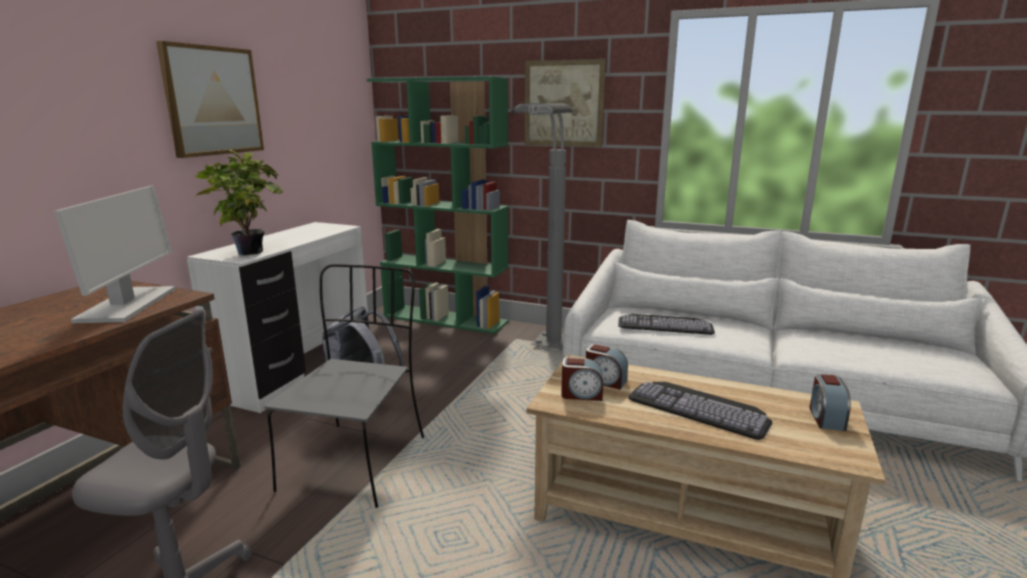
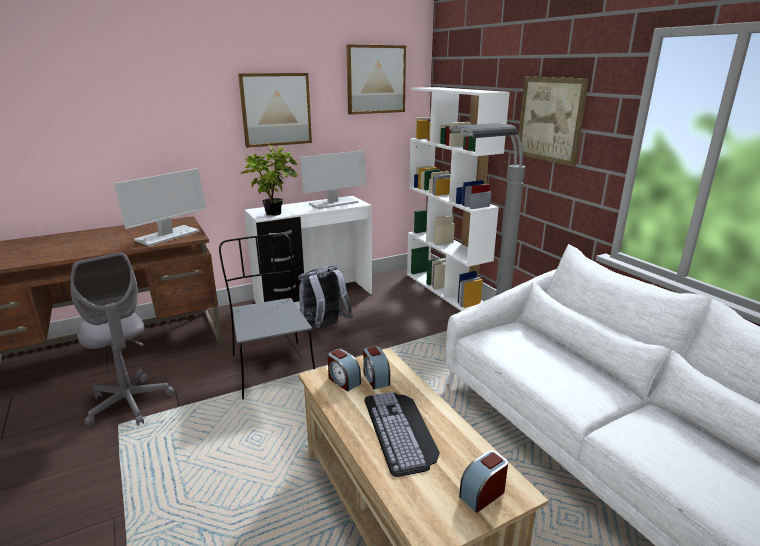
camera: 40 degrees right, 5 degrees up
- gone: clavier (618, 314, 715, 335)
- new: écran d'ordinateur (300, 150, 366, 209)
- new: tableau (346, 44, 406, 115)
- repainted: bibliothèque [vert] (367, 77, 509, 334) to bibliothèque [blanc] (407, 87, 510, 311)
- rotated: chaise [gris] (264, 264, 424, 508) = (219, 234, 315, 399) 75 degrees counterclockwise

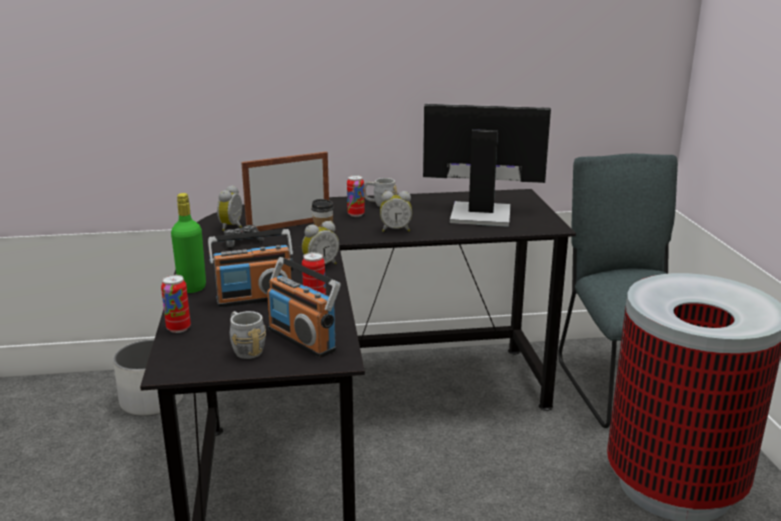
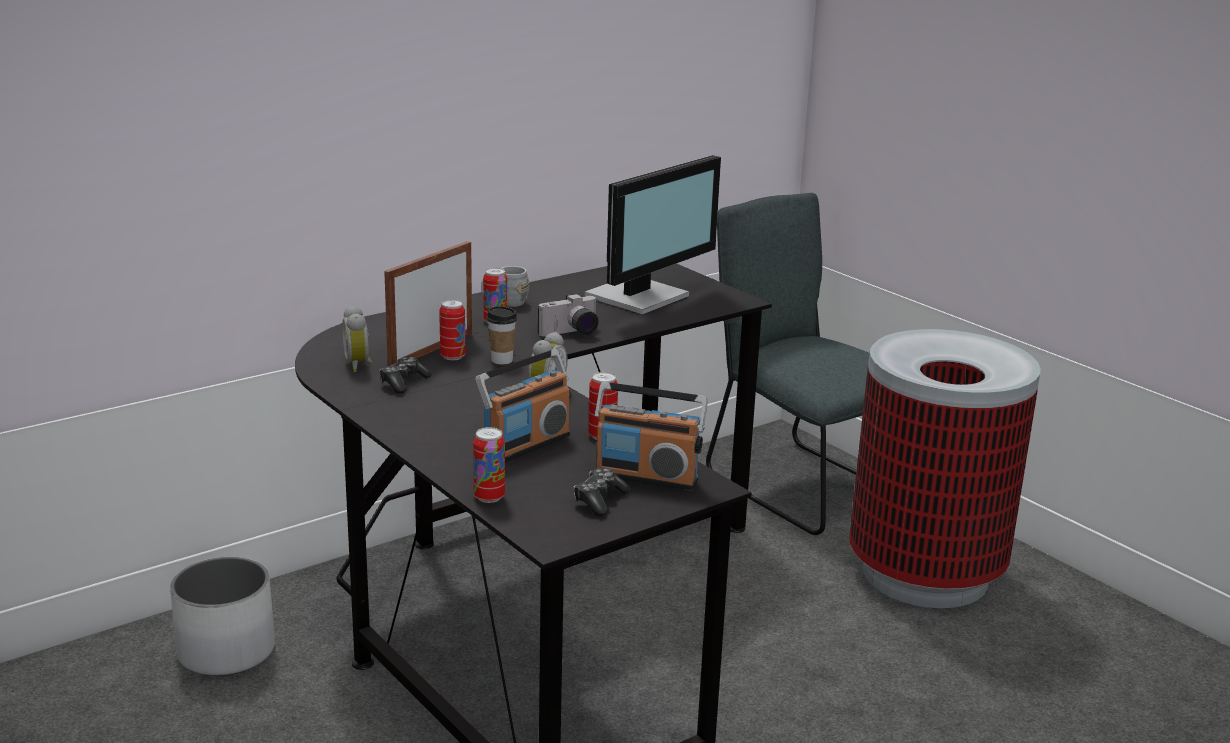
camera: 30 degrees left, 0 degrees up
- gone: bouteille [vert] (171, 193, 206, 293)
- new: boîte métallique (439, 299, 465, 360)
- swapped: mug [gris] (230, 311, 266, 359) to manette (573, 468, 630, 516)
- swapped: réveil (380, 191, 412, 232) to appareil photo (538, 294, 598, 336)
- rotated: écran d'ordinateur (423, 104, 551, 227) = (585, 155, 721, 315) 150 degrees clockwise

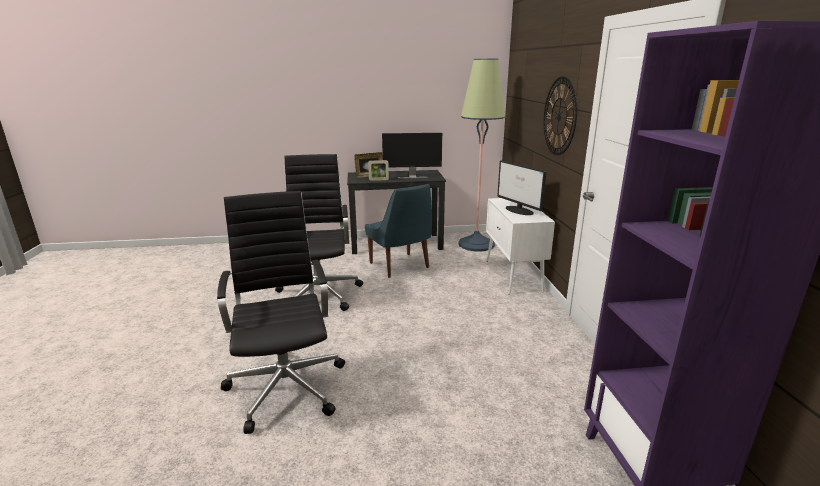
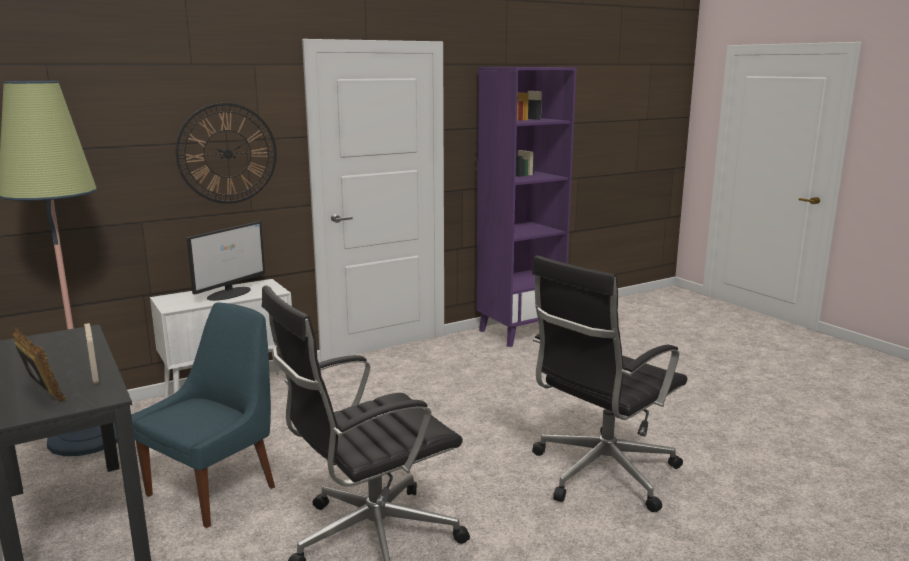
camera: 115 degrees left, 5 degrees down
- gone: écran d'ordinateur (382, 133, 442, 179)

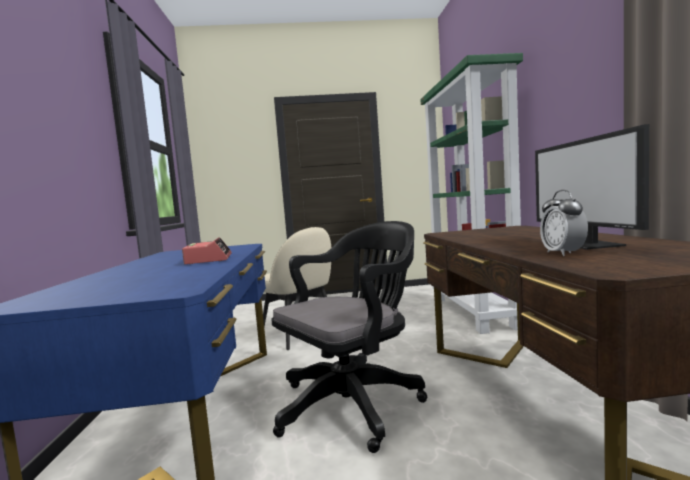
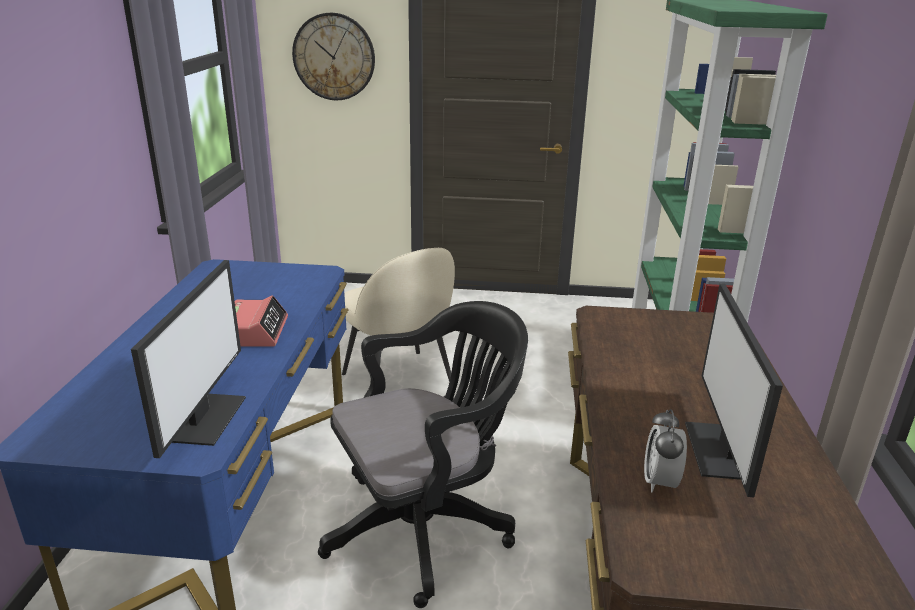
camera: 10 degrees right, 20 degrees up
- new: écran d'ordinateur (131, 260, 246, 458)
- new: horloge murale (292, 13, 375, 100)

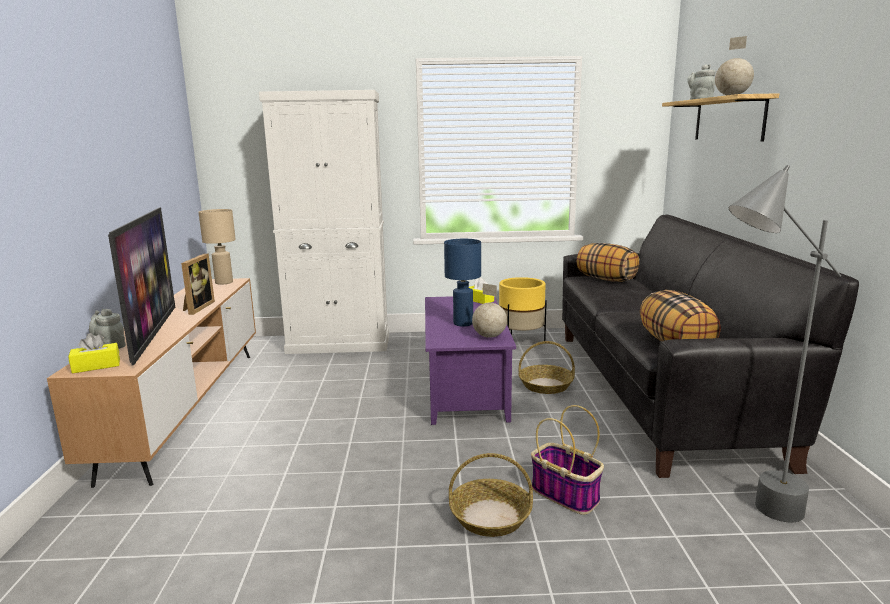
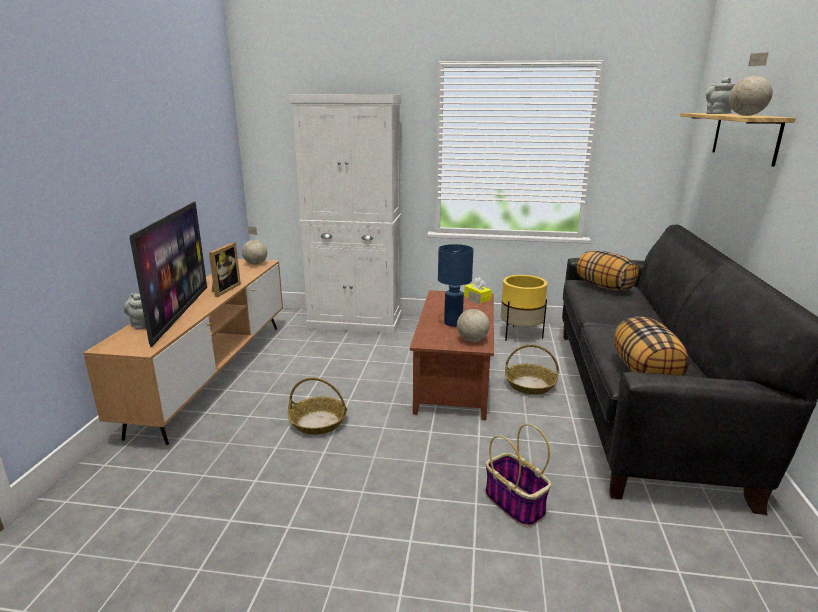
camera: 10 degrees right, 5 degrees up
- gone: boîte à mouchoirs [jaune] (68, 333, 120, 374)
- gone: lampadaire [gris] (729, 165, 841, 523)
- shifted: panier (449, 453, 533, 537) to (288, 378, 347, 435)
- swapped: lampe de table [beige] (198, 209, 236, 285) to globe (242, 226, 267, 265)
- repainted: table basse [violet] (425, 296, 516, 425) to table basse [marron] (410, 290, 494, 420)

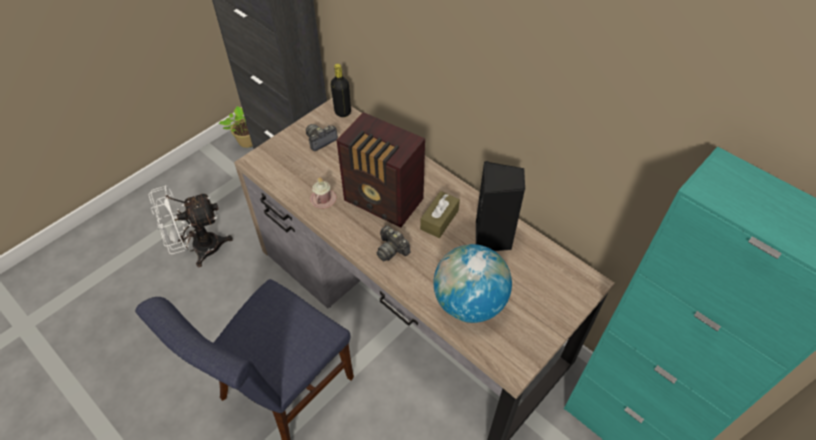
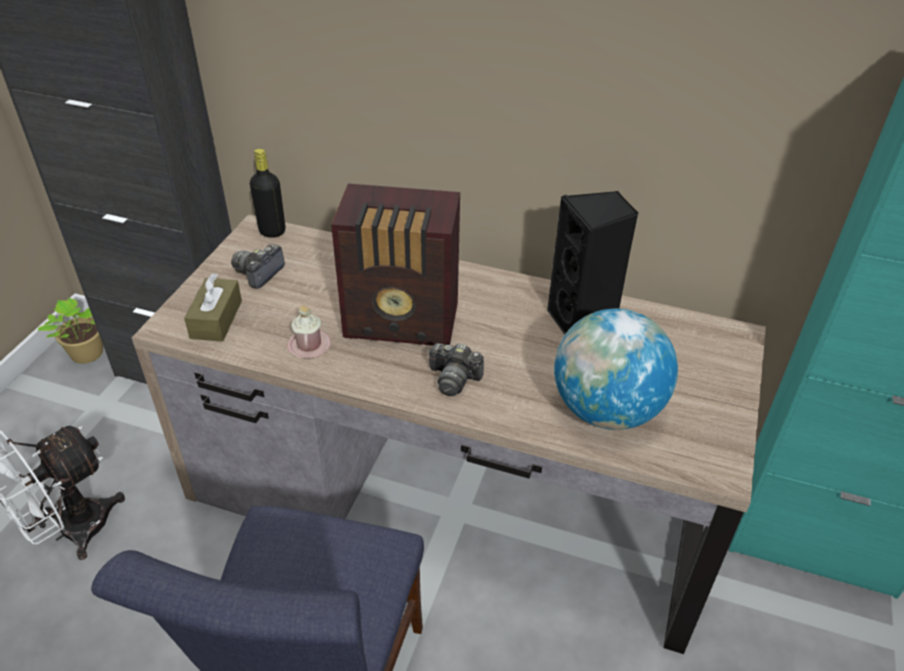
camera: 25 degrees left, 10 degrees down
- shifted: boîte à mouchoirs [marron] (420, 191, 460, 238) to (184, 273, 242, 342)

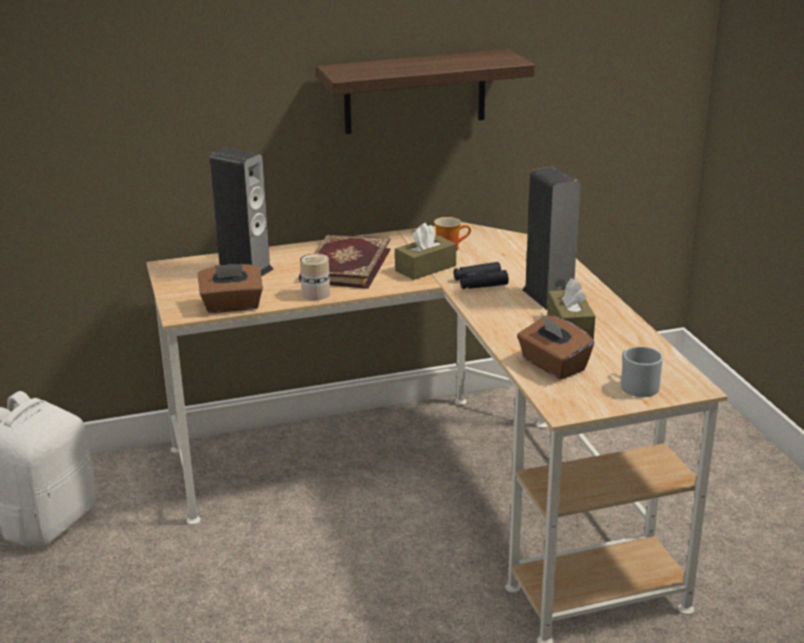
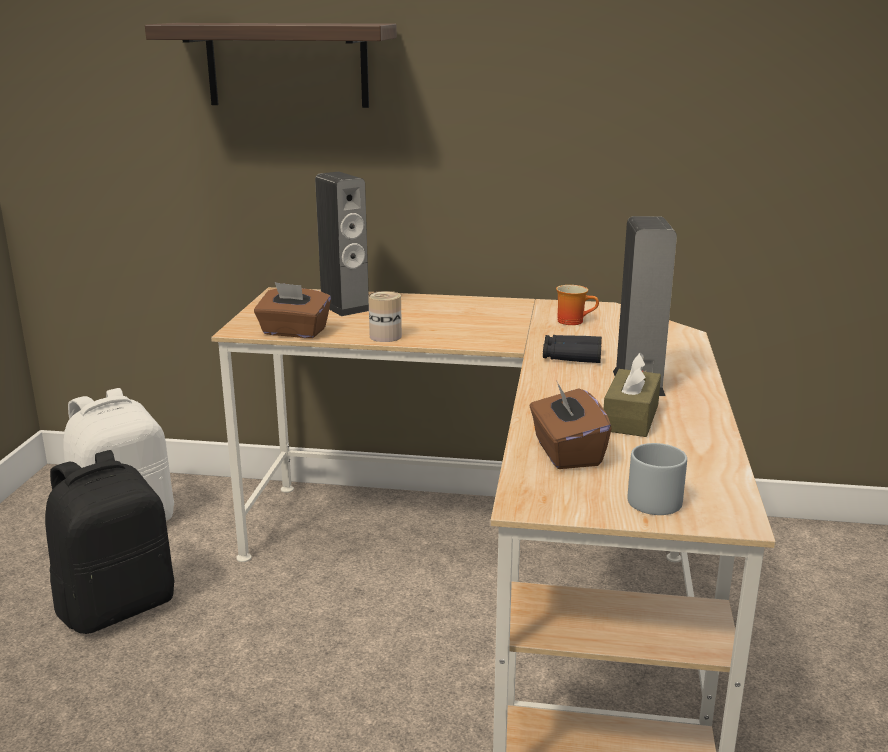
camera: 25 degrees right, 5 degrees down
- gone: livre (299, 234, 391, 289)
- gone: boîte à mouchoirs [marron] (395, 223, 456, 280)
- new: sac à dos [noir] (45, 450, 175, 634)
- shifted: étagère (316, 49, 535, 134) to (145, 23, 397, 108)

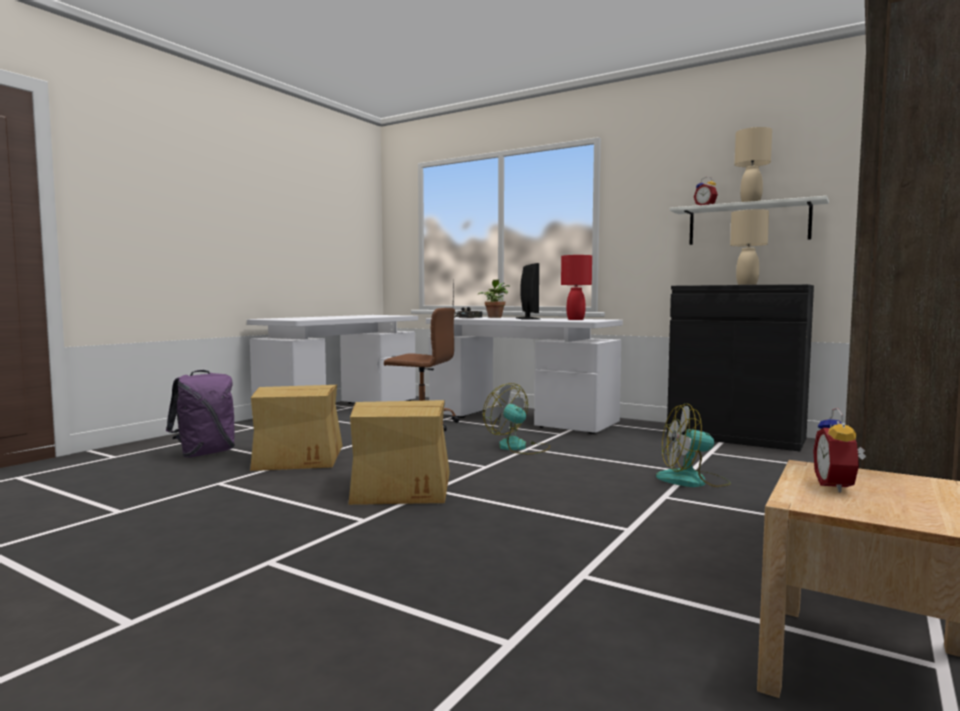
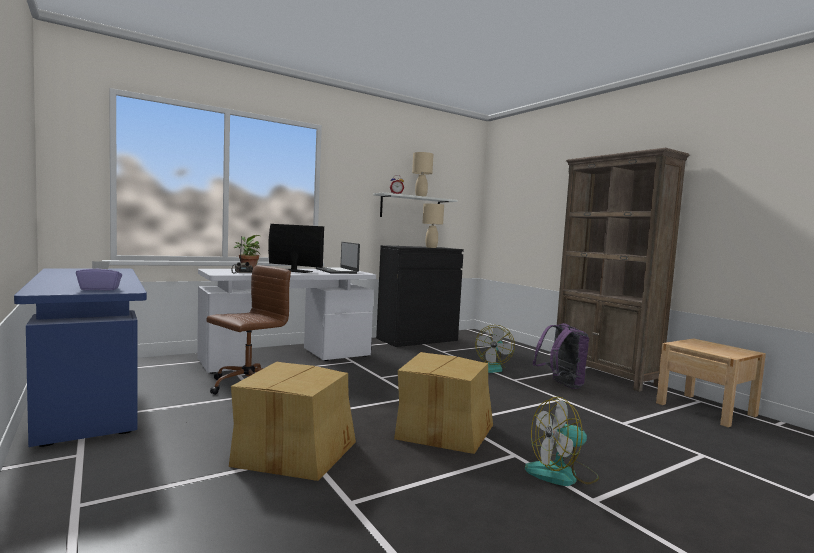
camera: 65 degrees left, 0 degrees up
- gone: réveil (813, 408, 866, 492)
- new: boîte à mouchoirs [violet] (76, 261, 122, 291)
- shifted: sac à dos [violet] (166, 370, 235, 458) to (533, 323, 589, 389)
- shifted: ventilateur (483, 383, 550, 454) to (525, 397, 599, 486)
- swapped: lampe de table [rouge] (561, 255, 592, 320) to ordinateur portable (316, 242, 360, 274)
- repainted: bureau [blanc] (247, 315, 418, 418) to bureau [bleu] (14, 268, 147, 447)

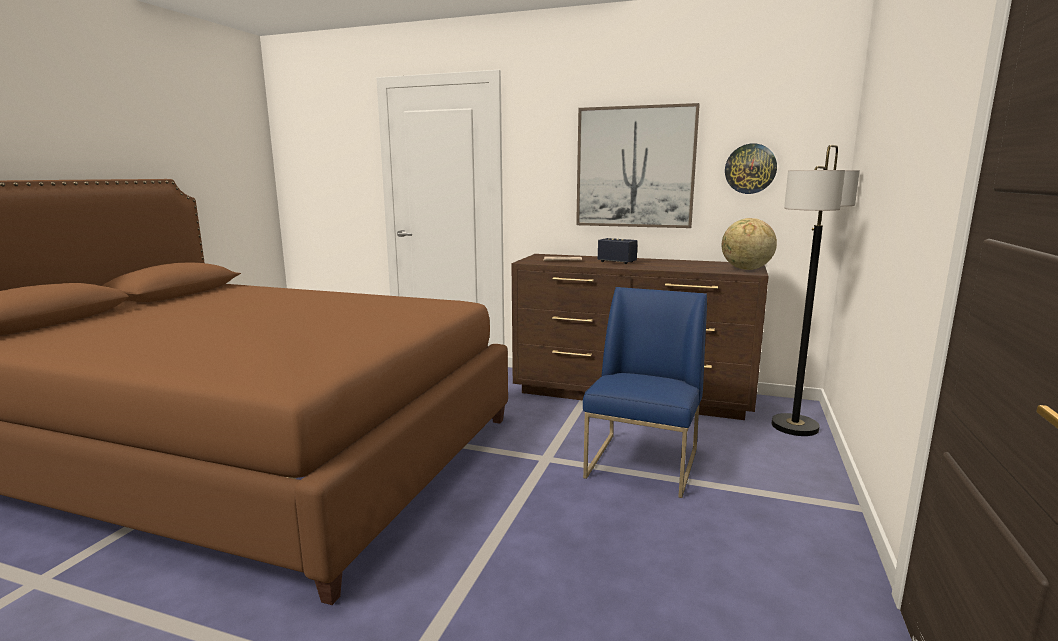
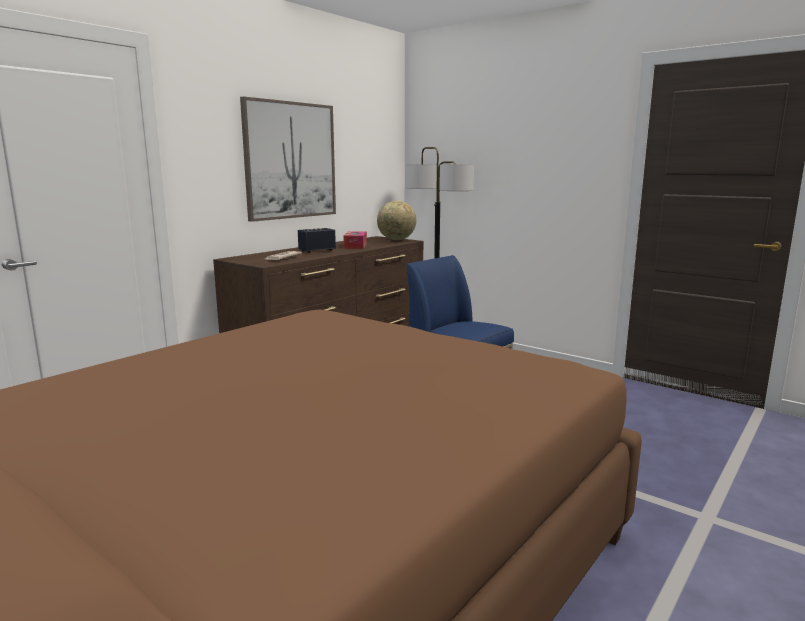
camera: 70 degrees left, 0 degrees up
- gone: horloge murale (725, 143, 777, 194)
- new: boîte à mouchoirs (343, 231, 367, 249)

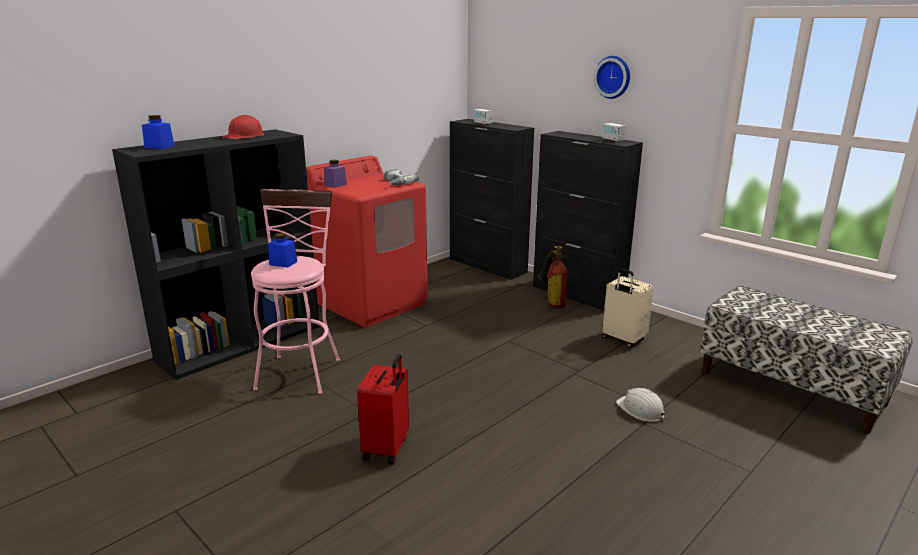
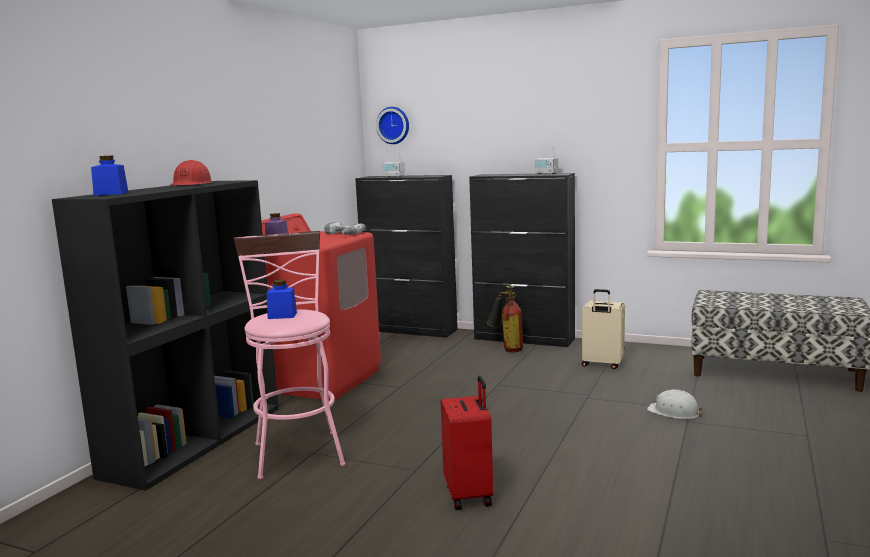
camera: 20 degrees left, 10 degrees down
- shifted: horloge murale (594, 56, 630, 99) to (376, 107, 409, 144)

